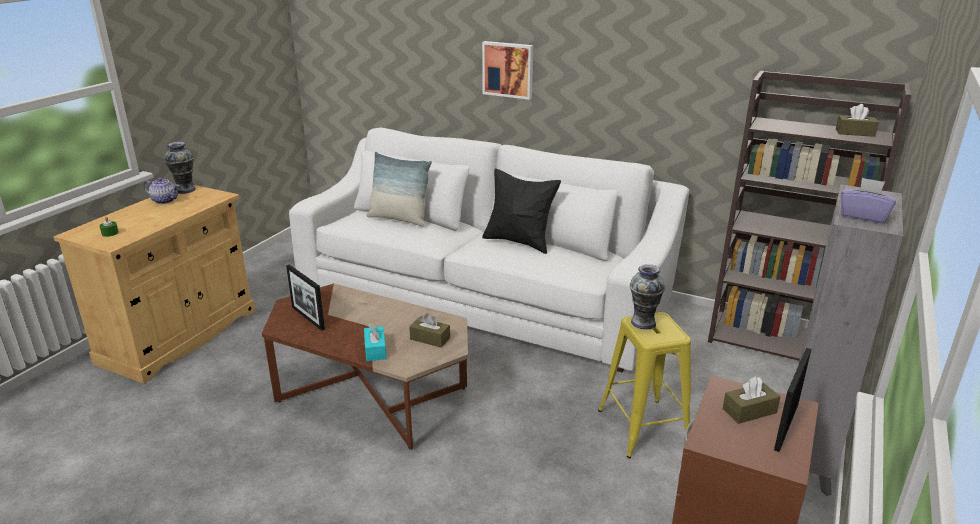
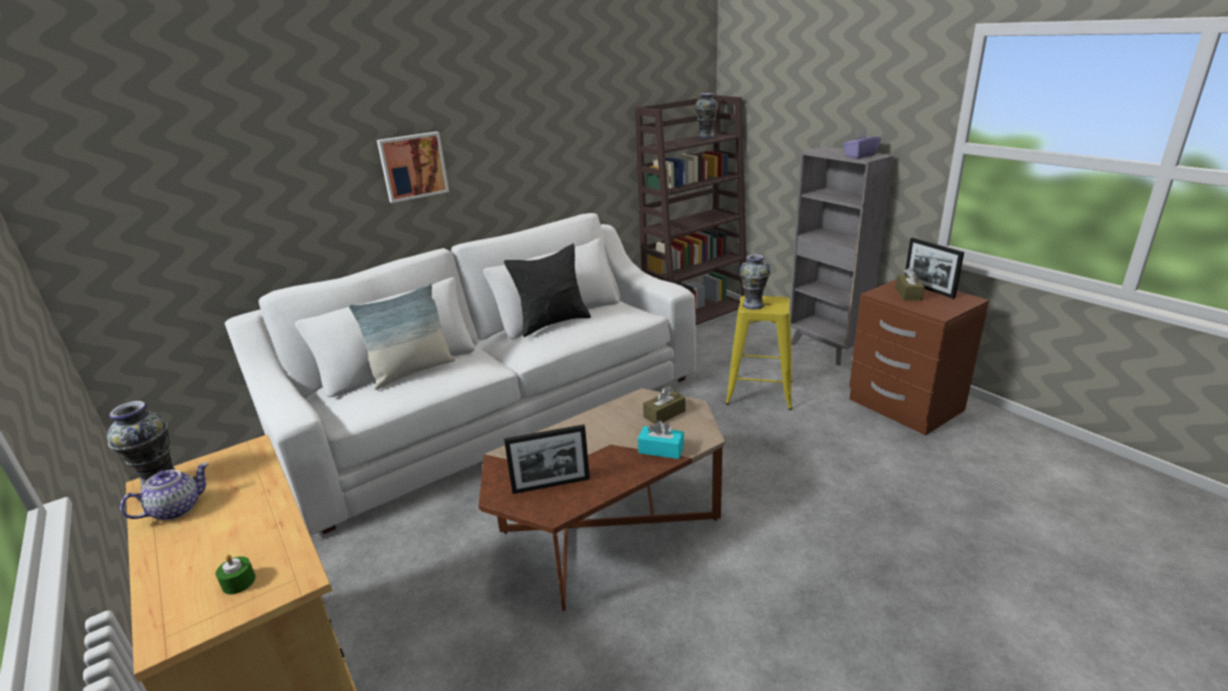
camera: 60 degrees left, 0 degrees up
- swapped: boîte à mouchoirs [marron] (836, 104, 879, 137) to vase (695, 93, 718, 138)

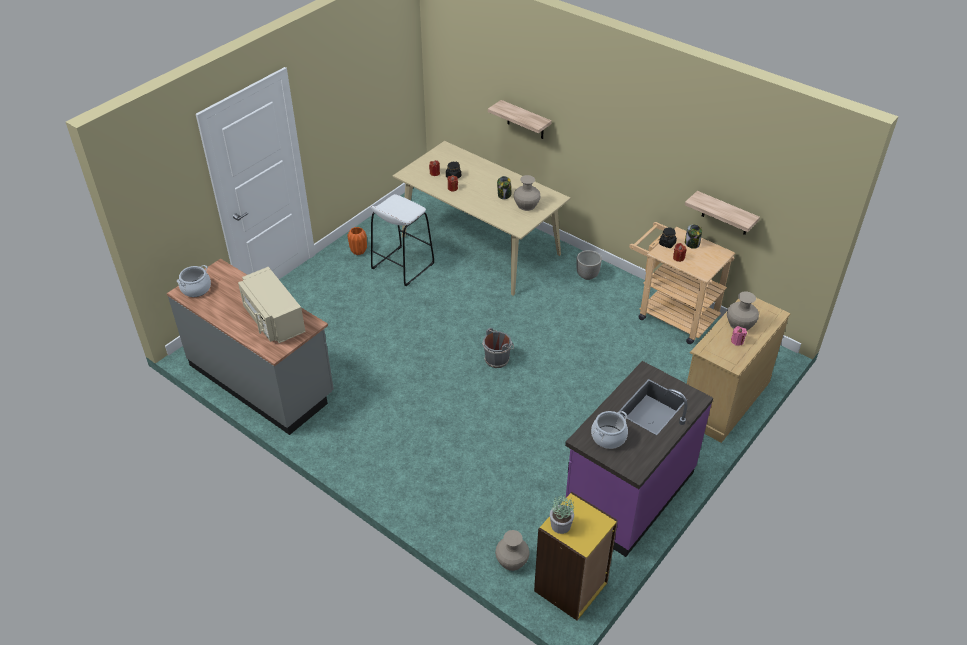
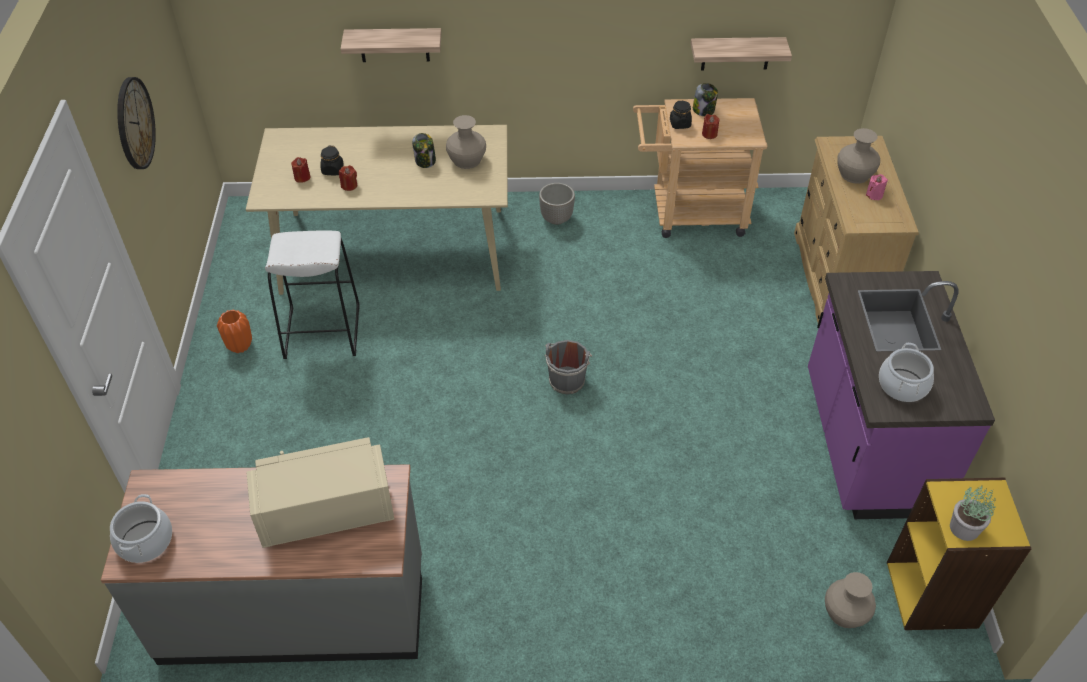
camera: 40 degrees left, 5 degrees up
- new: horloge murale (117, 77, 156, 169)
- rotated: micro-ondes [beige] (238, 267, 305, 343) = (246, 437, 394, 548) 150 degrees clockwise

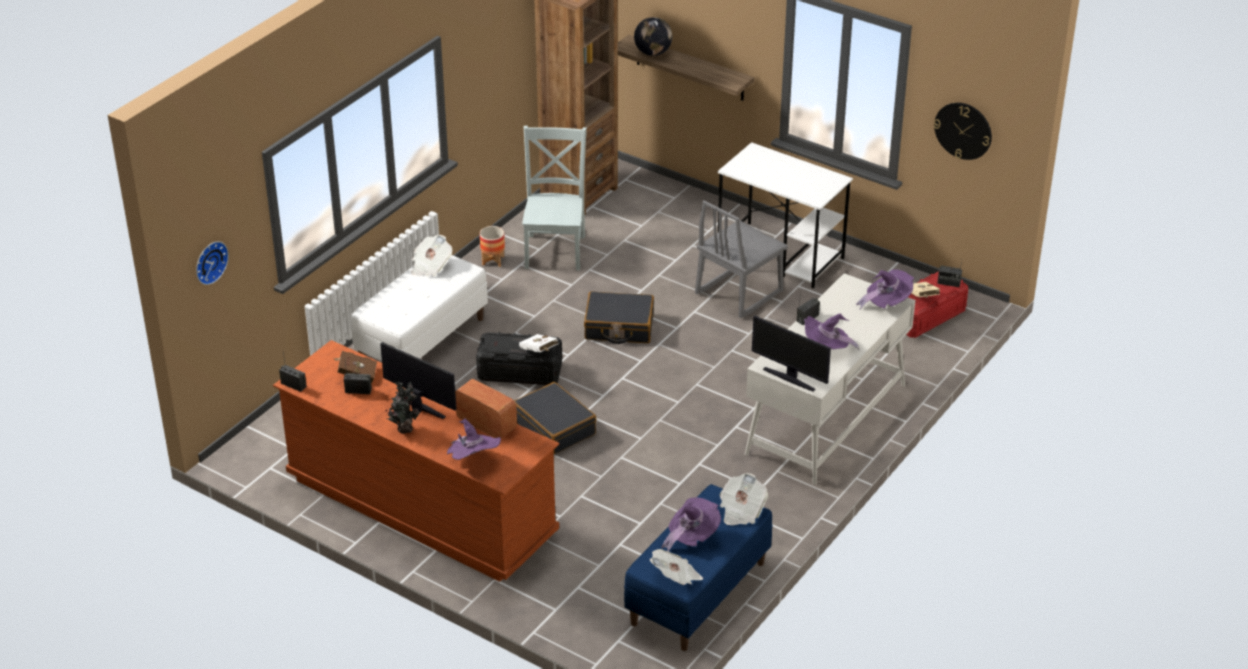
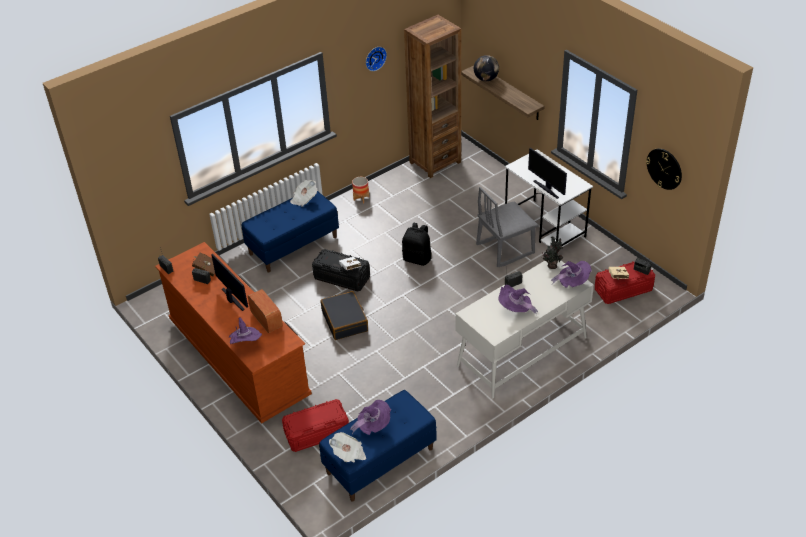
camera: 20 degrees right, 5 degrees up
- gone: chaise [gris] (522, 126, 587, 270)
- gone: journal (720, 473, 768, 525)
- new: boîte de rangement [rouge] (282, 399, 349, 452)
- shifted: horloge murale (196, 242, 229, 285) to (366, 47, 387, 71)
- shifted: plante en pot (386, 381, 420, 434) to (542, 237, 563, 269)
- shifted: écran d'ordinateur (752, 316, 831, 392) to (528, 148, 567, 199)
- swapped: valise [noir] (584, 291, 654, 344) to sac à dos [noir] (402, 223, 431, 266)
- repainted: banc [blanc] (351, 255, 488, 361) to banc [bleu] (242, 191, 339, 273)

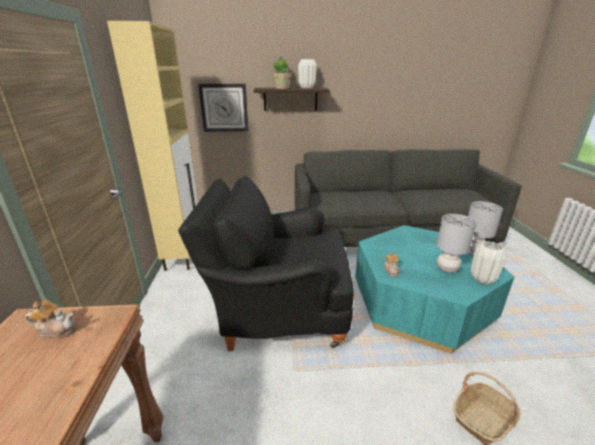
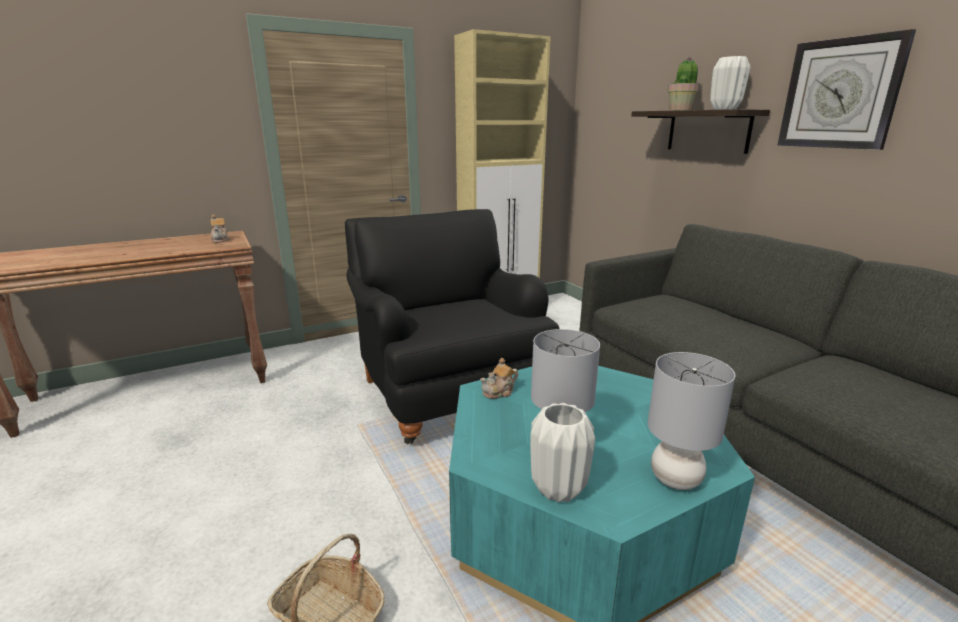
camera: 65 degrees right, 5 degrees down
- shifted: horloge murale (198, 84, 249, 132) to (778, 29, 916, 150)

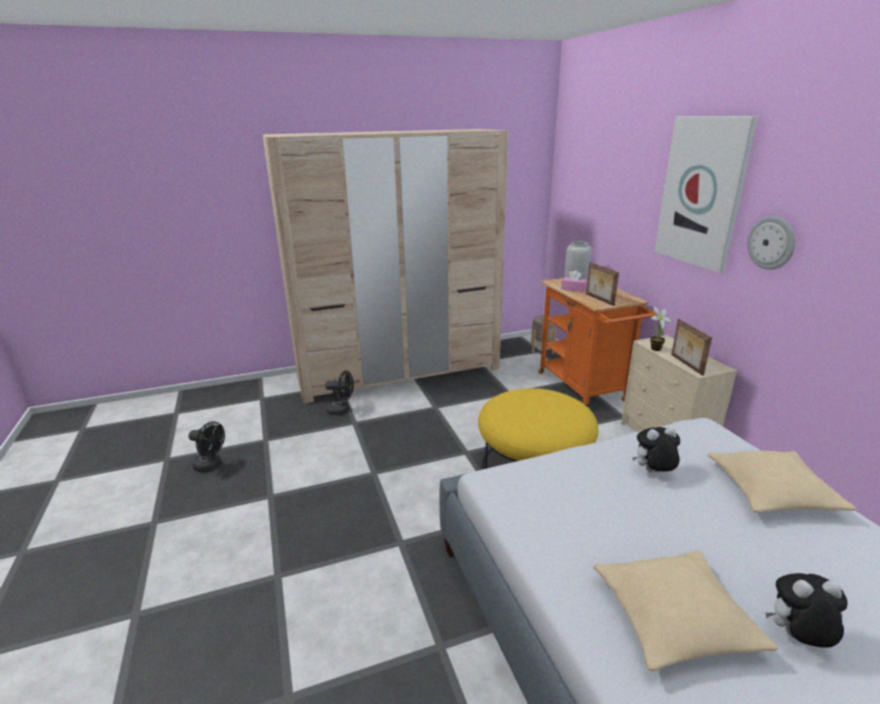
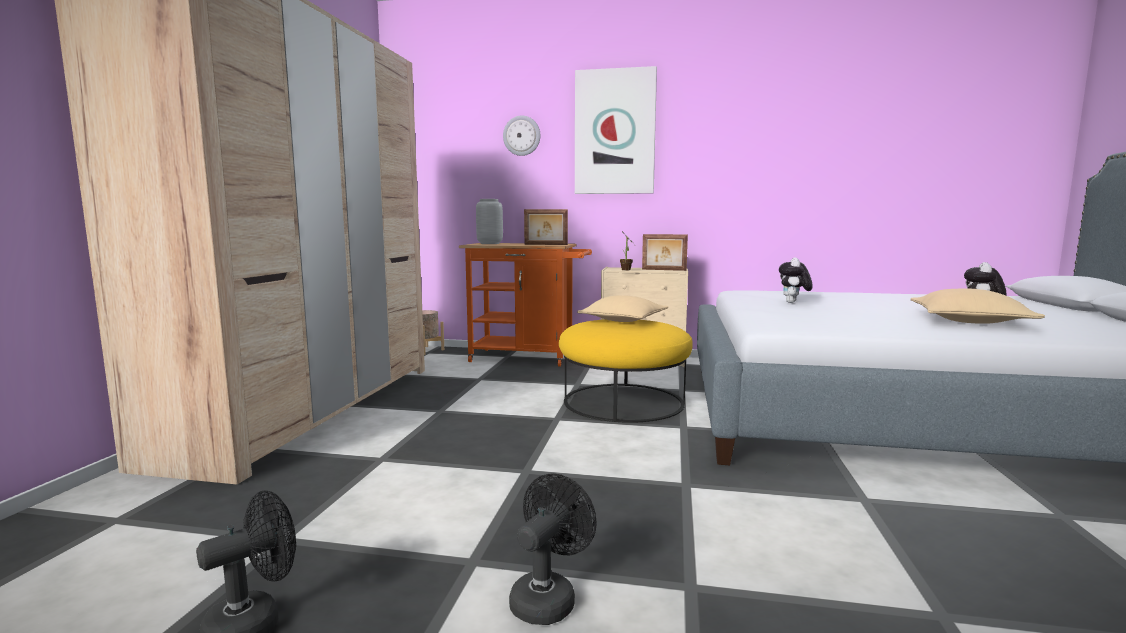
camera: 60 degrees left, 15 degrees down
- gone: boîte à mouchoirs [rose] (561, 270, 587, 292)
- shifted: ventilateur [noir] (325, 371, 354, 415) to (509, 473, 597, 625)
- shifted: coussin [beige] (708, 451, 856, 513) to (577, 295, 668, 322)
- shifted: horloge murale (747, 216, 795, 270) to (503, 116, 540, 156)

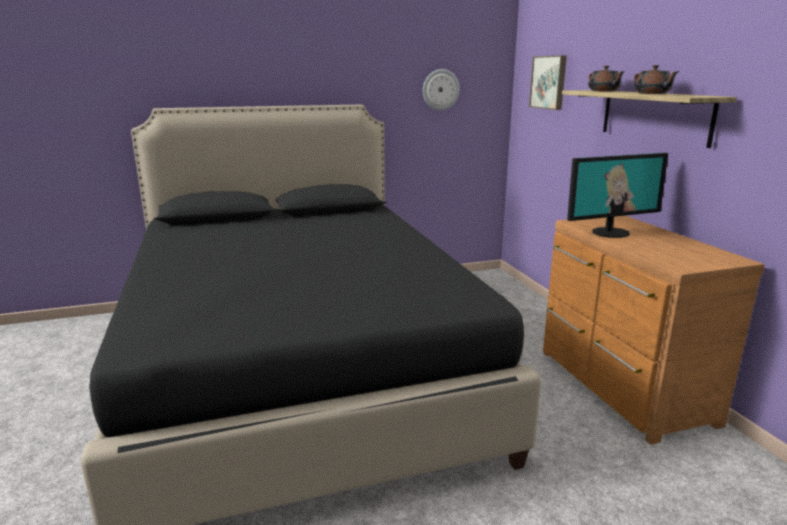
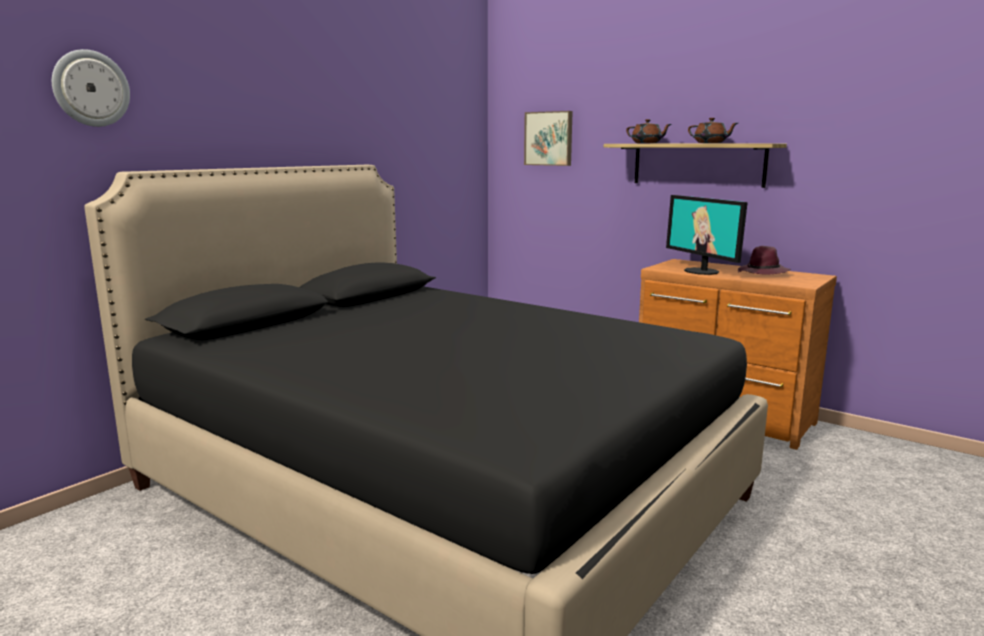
camera: 35 degrees left, 5 degrees down
- new: chapeau [violet] (738, 246, 791, 275)
- shifted: horloge murale (423, 69, 459, 110) to (52, 49, 130, 127)
- rotated: écran d'ordinateur (567, 153, 668, 238) = (666, 195, 748, 275) 120 degrees clockwise

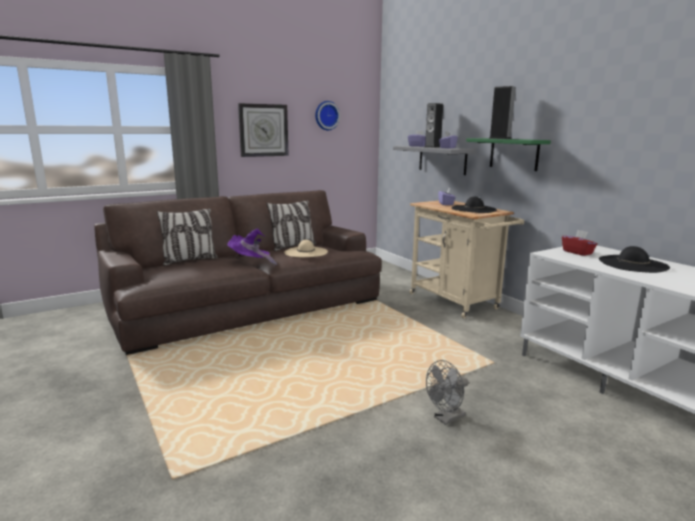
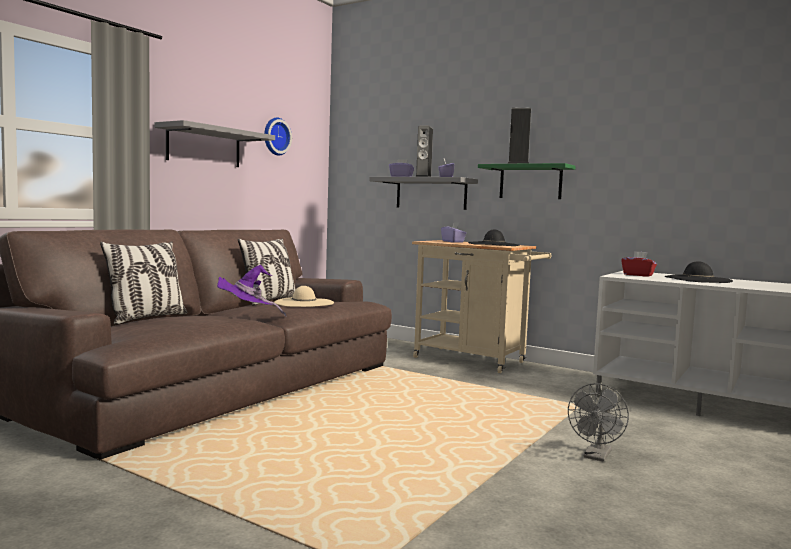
camera: 25 degrees left, 10 degrees down
- swapped: horloge murale (238, 103, 289, 157) to étagère [gris] (154, 120, 275, 167)

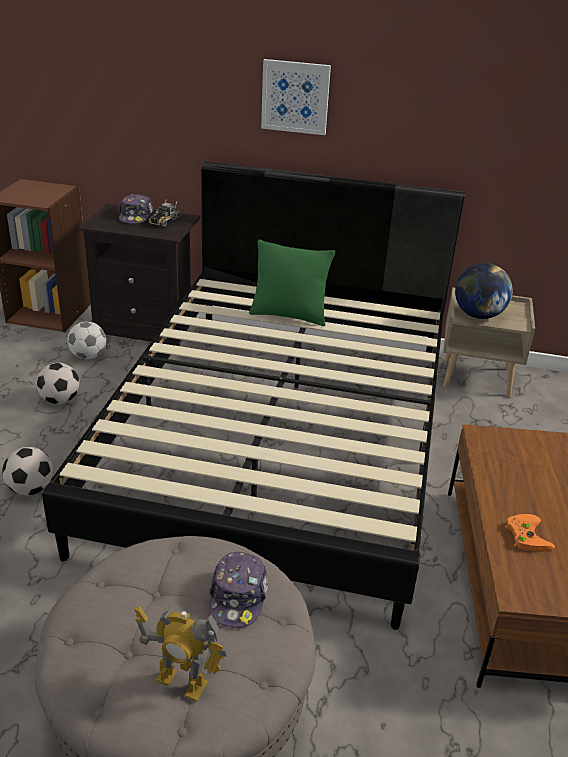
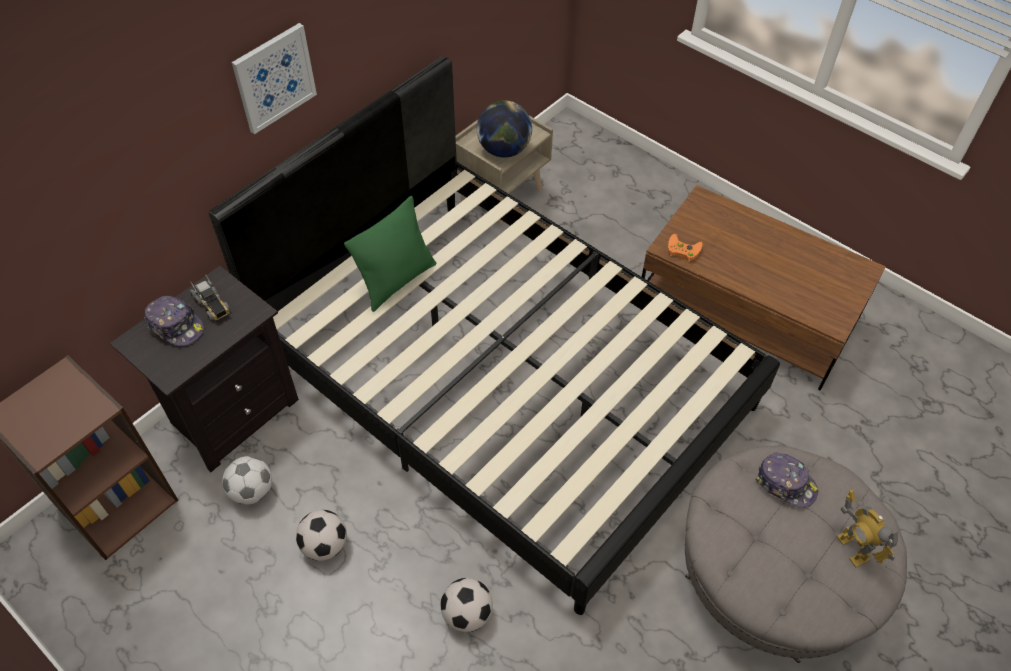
camera: 60 degrees left, 20 degrees up
- shifted: manette [orange] (505, 514, 555, 552) to (668, 234, 703, 262)
- rotated: robot jouet (134, 606, 228, 701) = (836, 490, 898, 568) 105 degrees clockwise

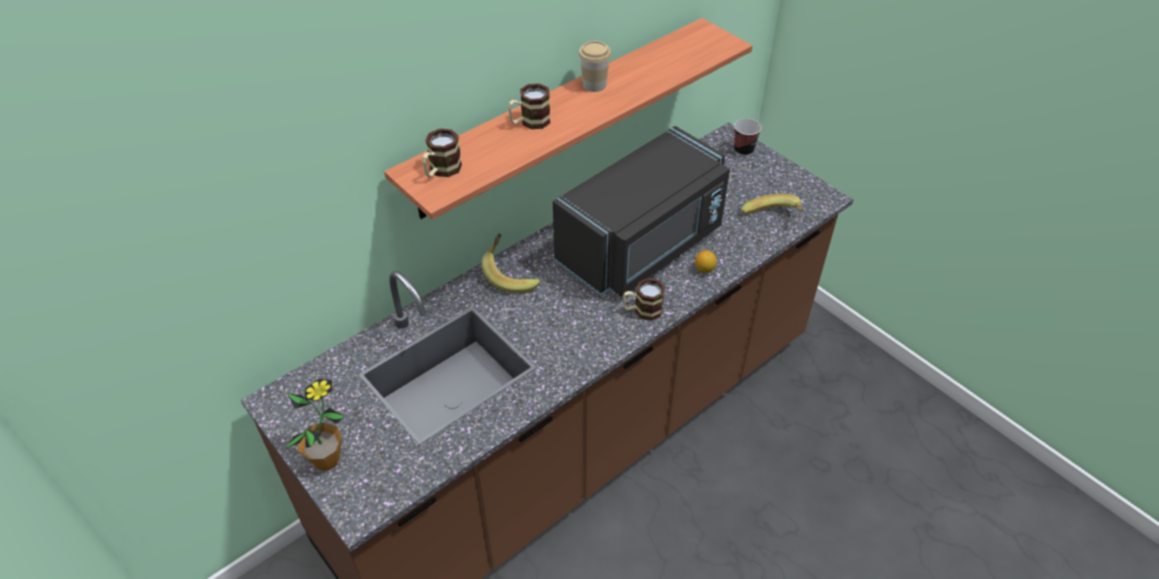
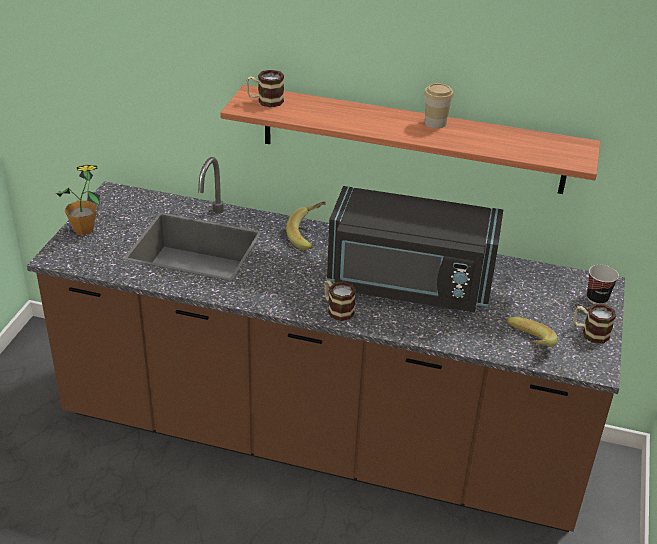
camera: 55 degrees right, 10 degrees down
- gone: citron (695, 250, 717, 273)
- shifted: mug (508, 83, 550, 129) to (574, 304, 616, 344)

